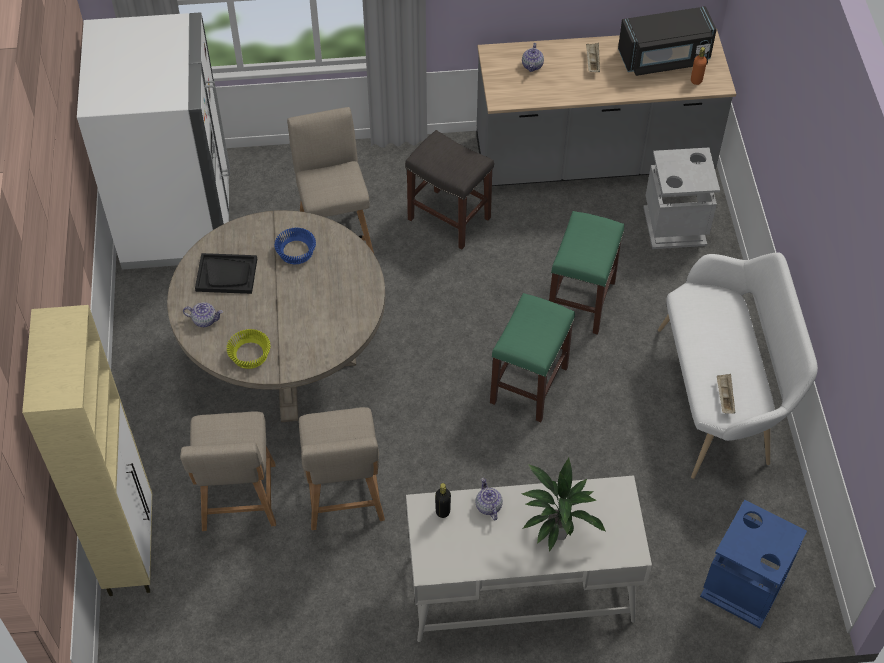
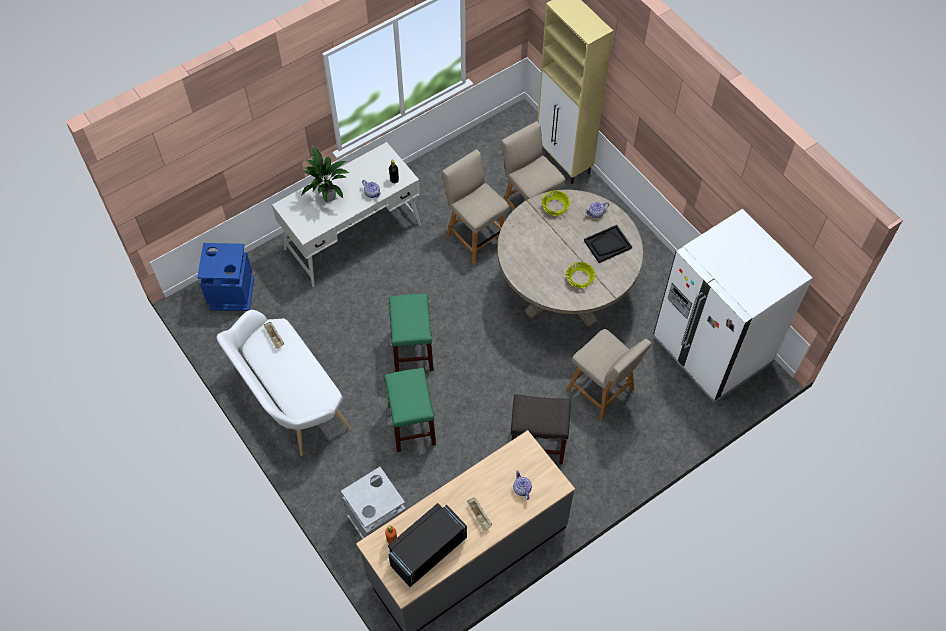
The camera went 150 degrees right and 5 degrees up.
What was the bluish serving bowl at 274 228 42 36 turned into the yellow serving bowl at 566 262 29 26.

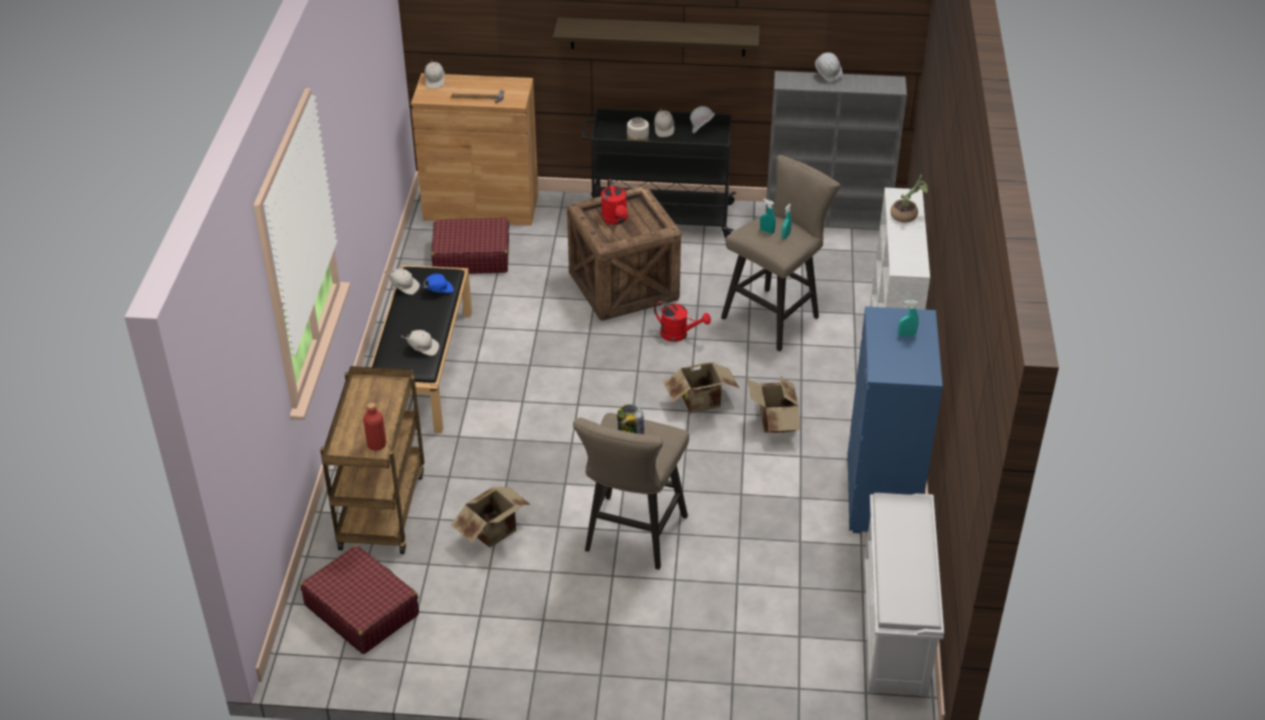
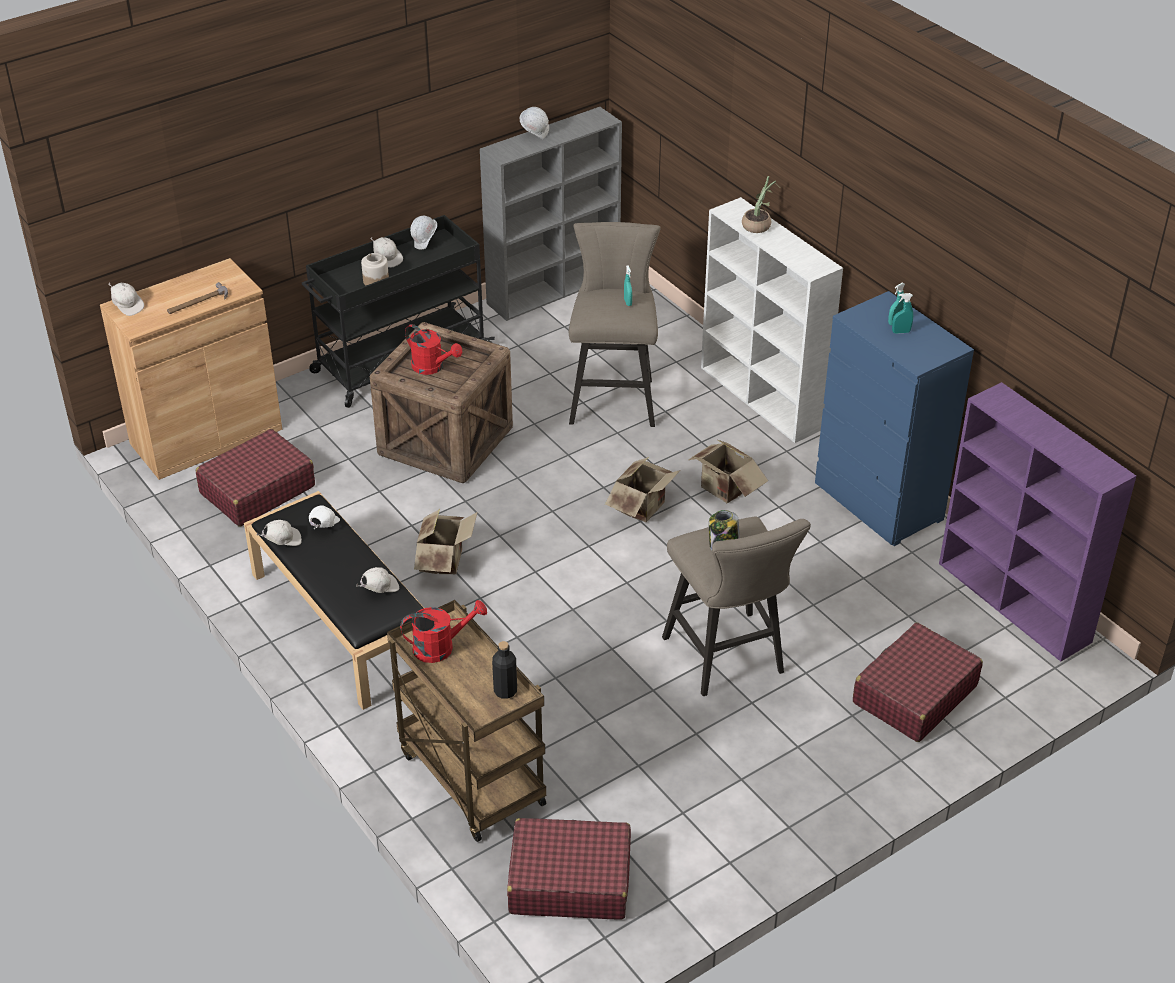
The camera went 40 degrees left and 0 degrees up.
What was the bluish peaked cap at 421 274 33 19 turned into the white peaked cap at 309 506 31 23.
The red sprinkling can ended up elsewhere, having gone from 654 301 57 41 to 400 600 87 63.
The packing box ended up elsewhere, having gone from 451 486 80 62 to 414 509 64 66.
What was the red drink bottle at 363 403 23 48 turned into the black-coloured drink bottle at 492 641 25 58.
The second view gained the red piece of luggage at 853 623 130 119.
The turquoise-coloured hand sprayer ended up elsewhere, having gone from 760 199 16 35 to 892 293 21 41.
Where the white shoe shelf stood at 864 493 80 204, the purple bookshelf came to stand at 939 382 197 280.
The second view lost the bracket shelf at 553 17 207 39.

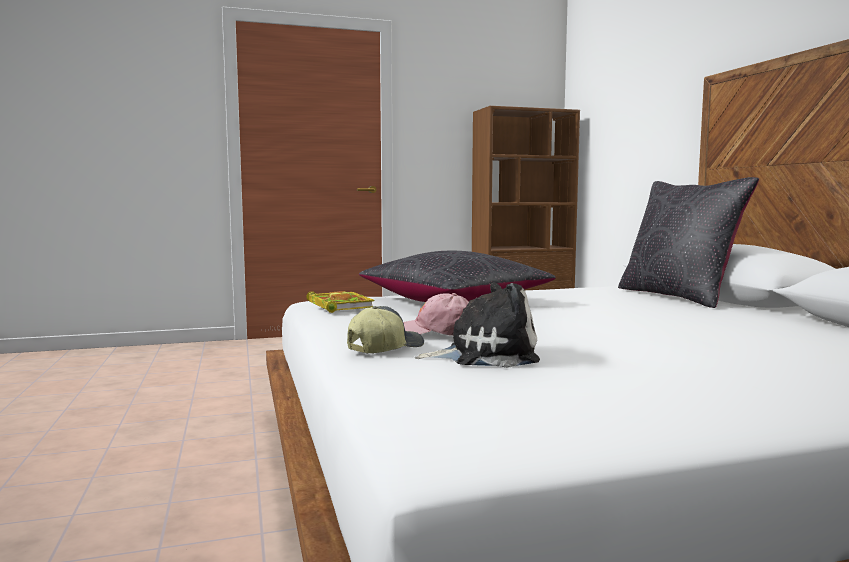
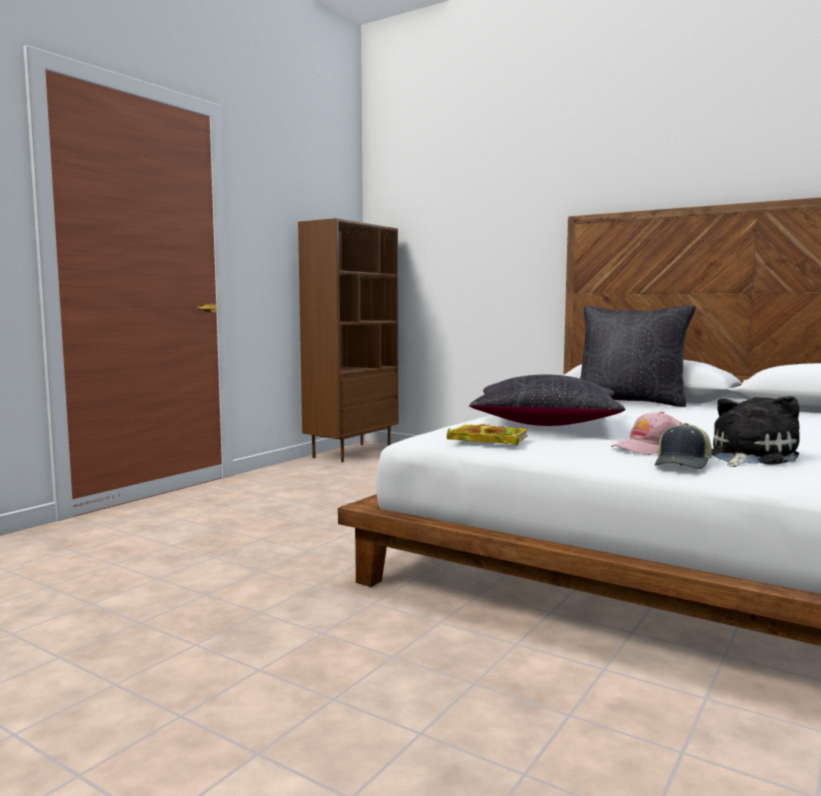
The camera went 40 degrees left and 0 degrees up.
The peaked cap at 347 306 77 47 ended up facing another way, 150 degrees counterclockwise from before.

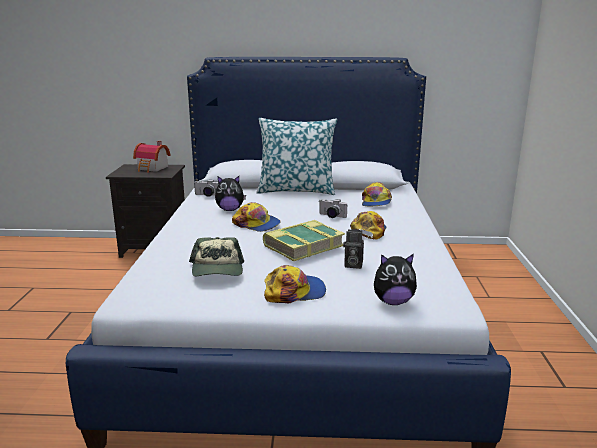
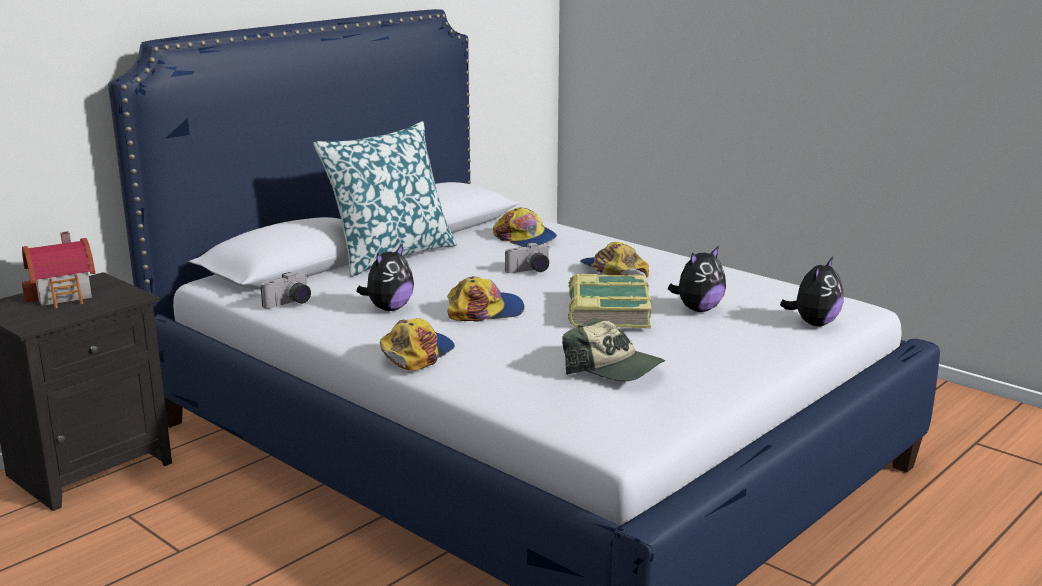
The camera went 50 degrees left and 0 degrees up.
The peaked cap ended up elsewhere, having gone from 264 265 62 38 to 380 318 75 53.
Where the still camera stood at 343 229 21 40, the cuddly toy came to stand at 668 246 58 66.

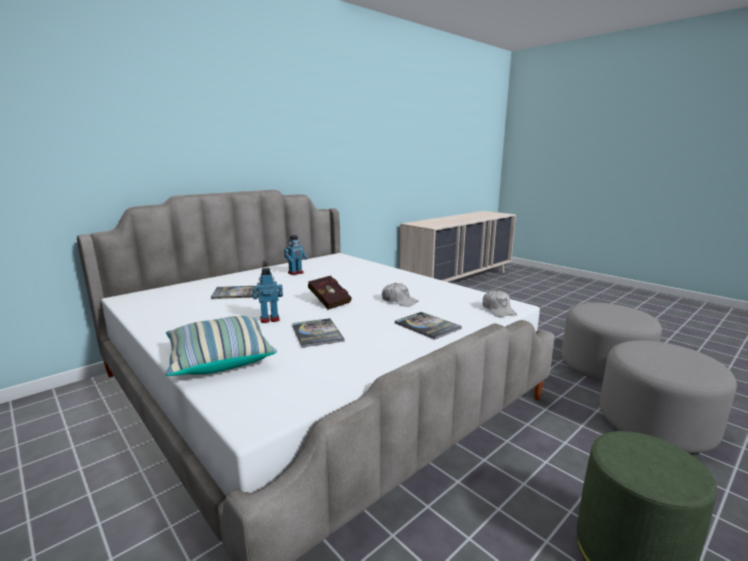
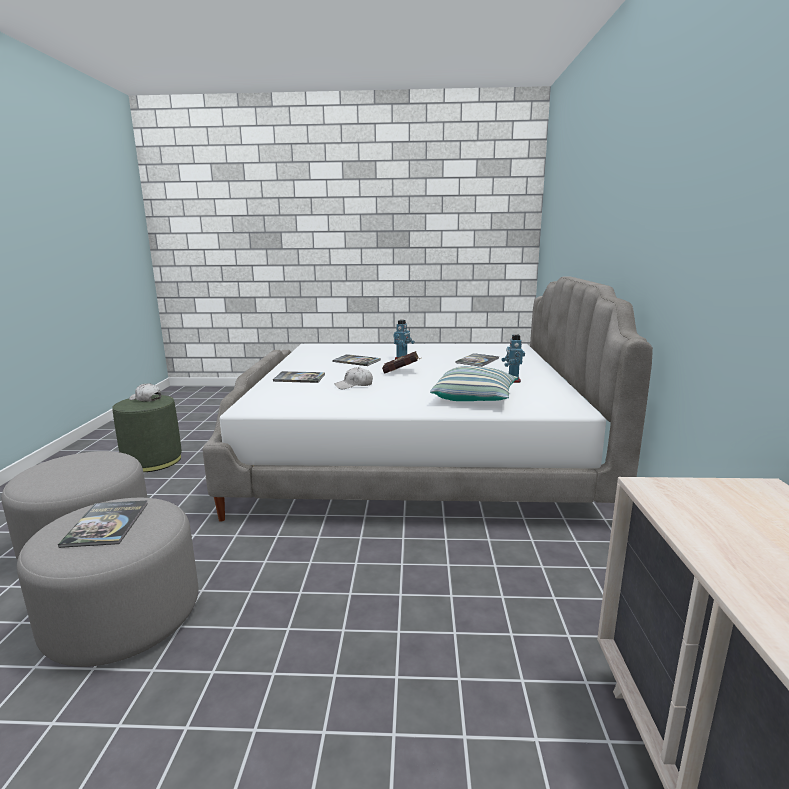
The camera went 135 degrees right and 0 degrees up.
The second view gained the book at 58 500 90 48.
The white peaked cap ended up elsewhere, having gone from 483 290 34 27 to 129 383 32 19.
The cushion ended up elsewhere, having gone from 165 316 112 60 to 430 366 88 35.

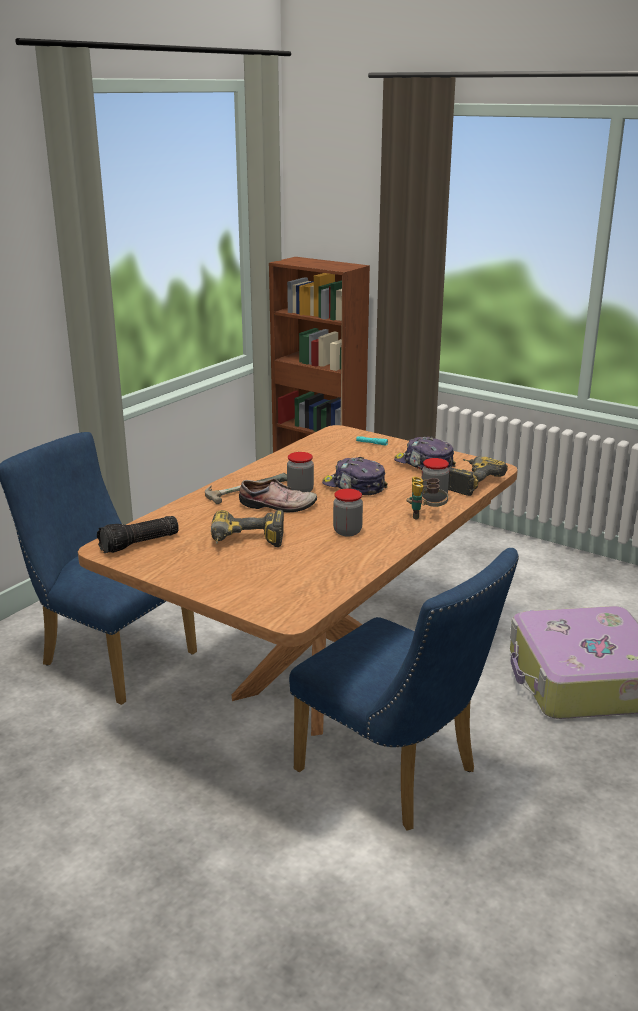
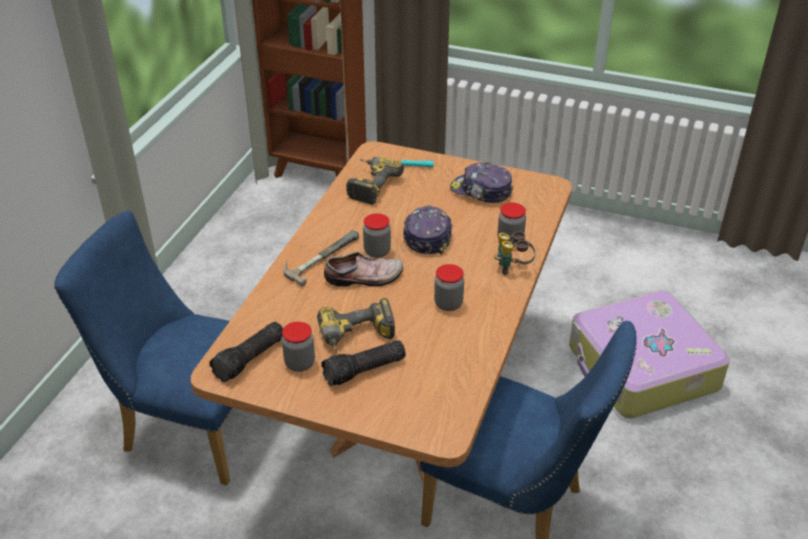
The camera went 15 degrees left and 15 degrees up.
The second view gained the storage jar at 282 322 33 50.
The second view gained the flashlight at 321 340 85 46.
The drill ended up elsewhere, having gone from 448 456 60 40 to 346 157 58 48.
The peaked cap at 322 457 66 38 ended up facing another way, 75 degrees clockwise from before.

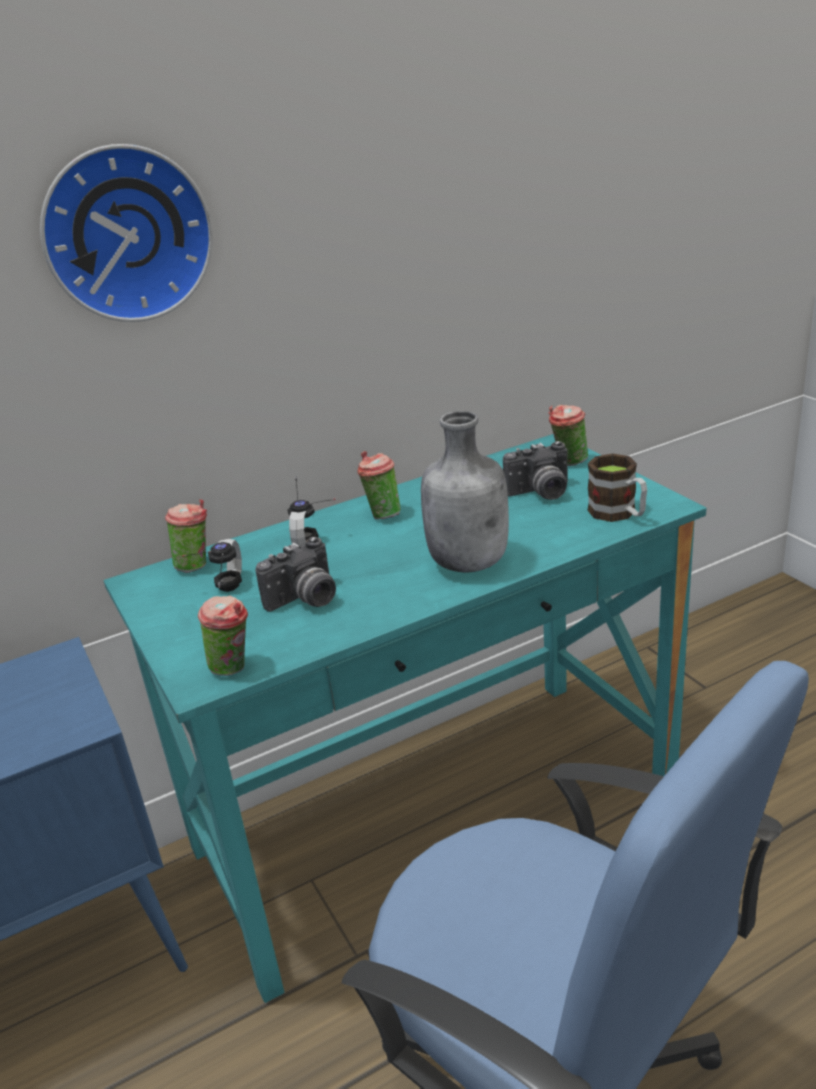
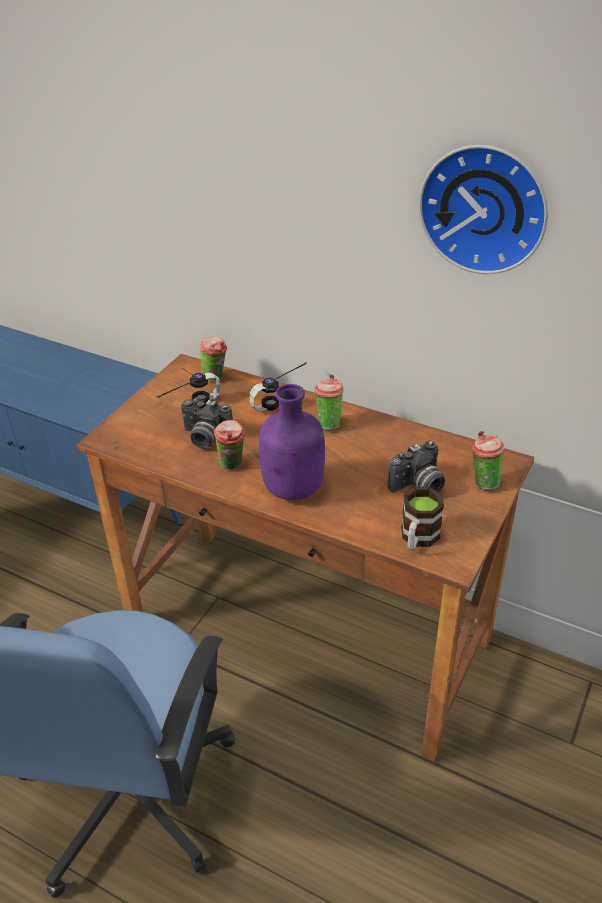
The camera went 55 degrees right and 10 degrees up.
What was the turquoise-coloured desk table at 104 434 602 569 turned into the brown-coloured desk table at 76 354 458 408.
The drinking cup ended up elsewhere, having gone from 198 596 50 80 to 214 420 31 50.
What was the grey drink bottle at 421 411 88 161 turned into the purple drink bottle at 259 384 66 116.
The still camera at 503 441 65 59 ended up facing another way, 75 degrees counterclockwise from before.
The hanging clock ended up elsewhere, having gone from 40 144 173 178 to 419 145 129 129.

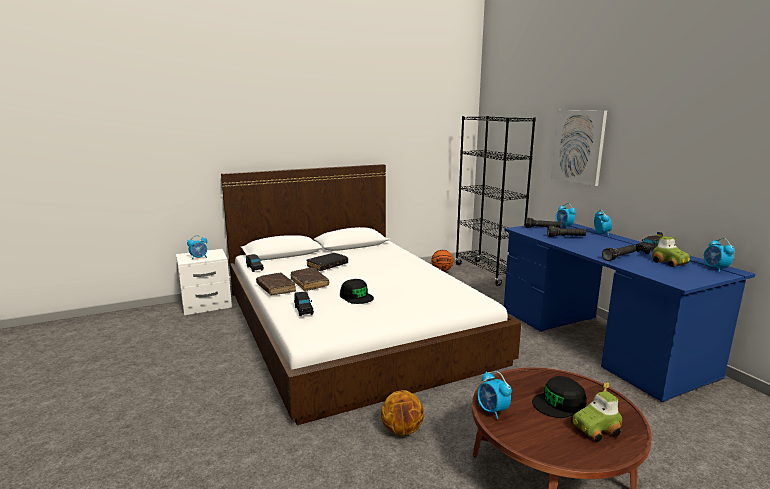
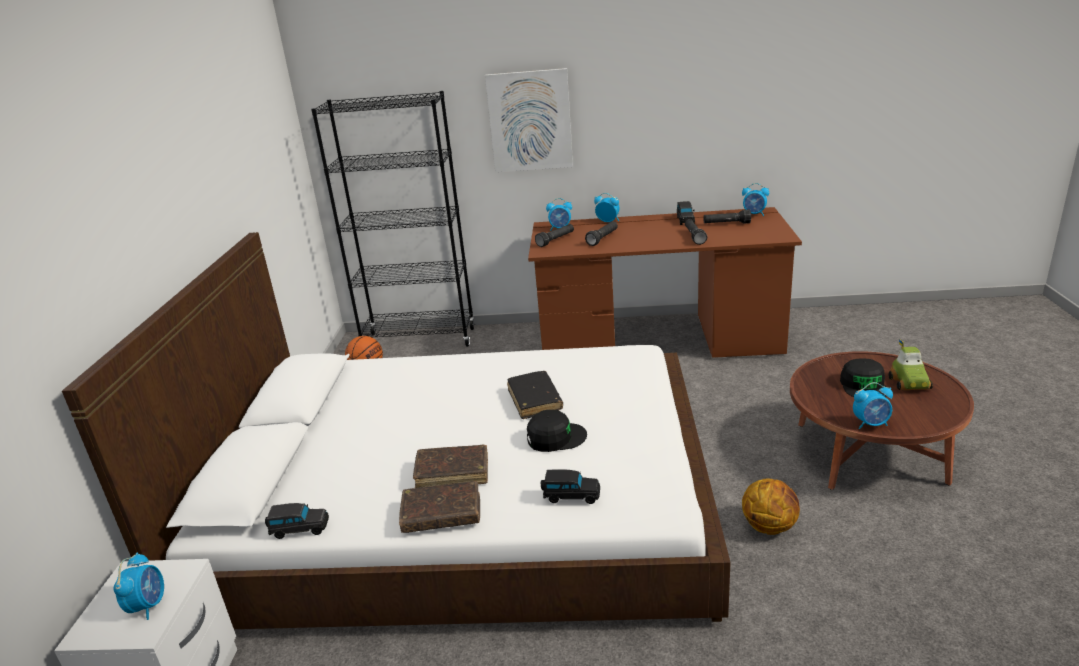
The camera went 60 degrees left and 10 degrees up.
The black-coloured book ended up elsewhere, having gone from 306 253 42 18 to 507 371 56 48.
What was the bluish desk table at 504 223 252 179 turned into the brown-coloured desk table at 528 207 274 151.
Where the model car stood at 652 232 38 35, the black-coloured flashlight came to stand at 703 209 48 15.

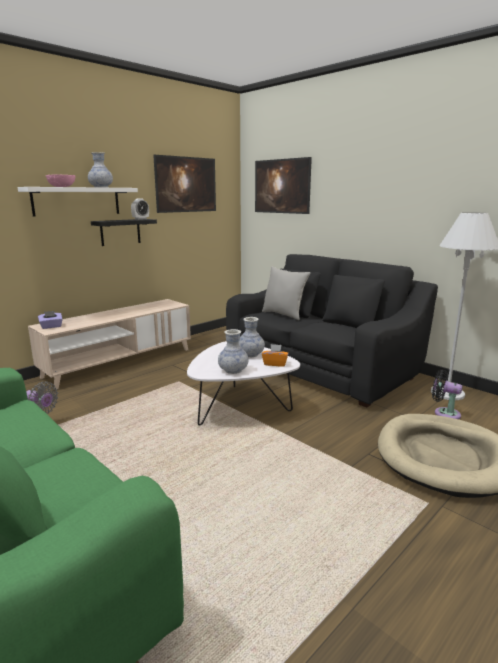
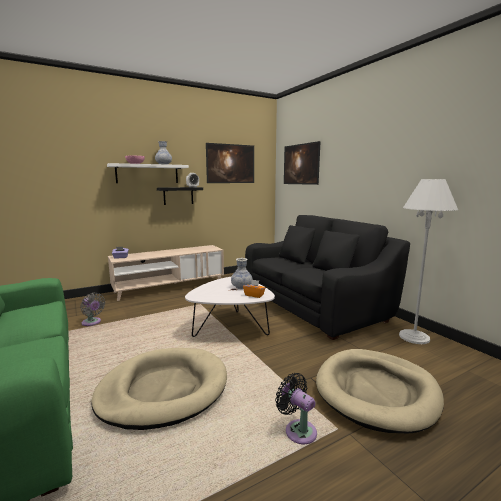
The camera went 15 degrees right and 5 degrees down.
The second view gained the sand-coloured pet bed at 91 348 136 82.
The black-coloured fan ended up elsewhere, having gone from 432 370 31 49 to 275 373 42 71.
The second view lost the flower vase at 218 329 31 45.
The second view lost the grey cushion at 262 266 48 54.

